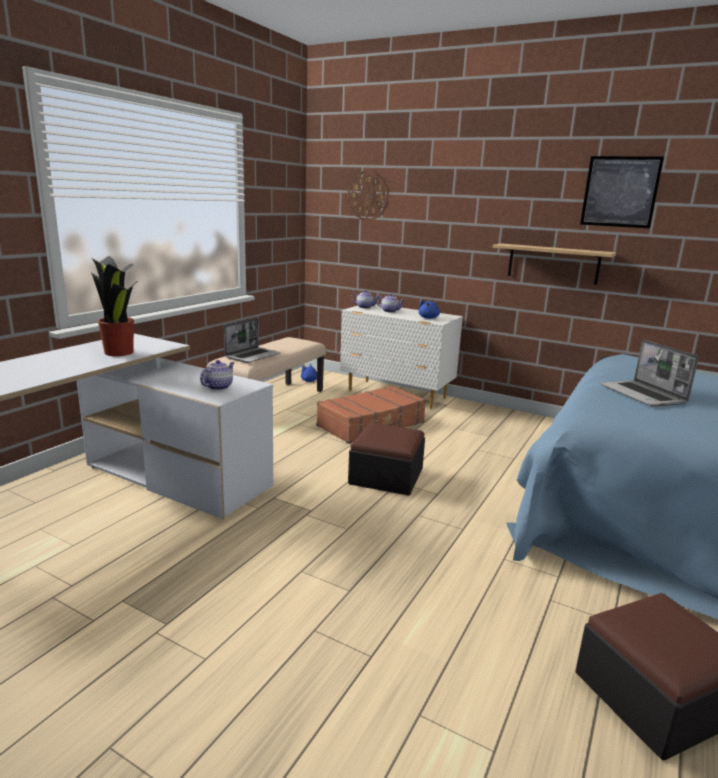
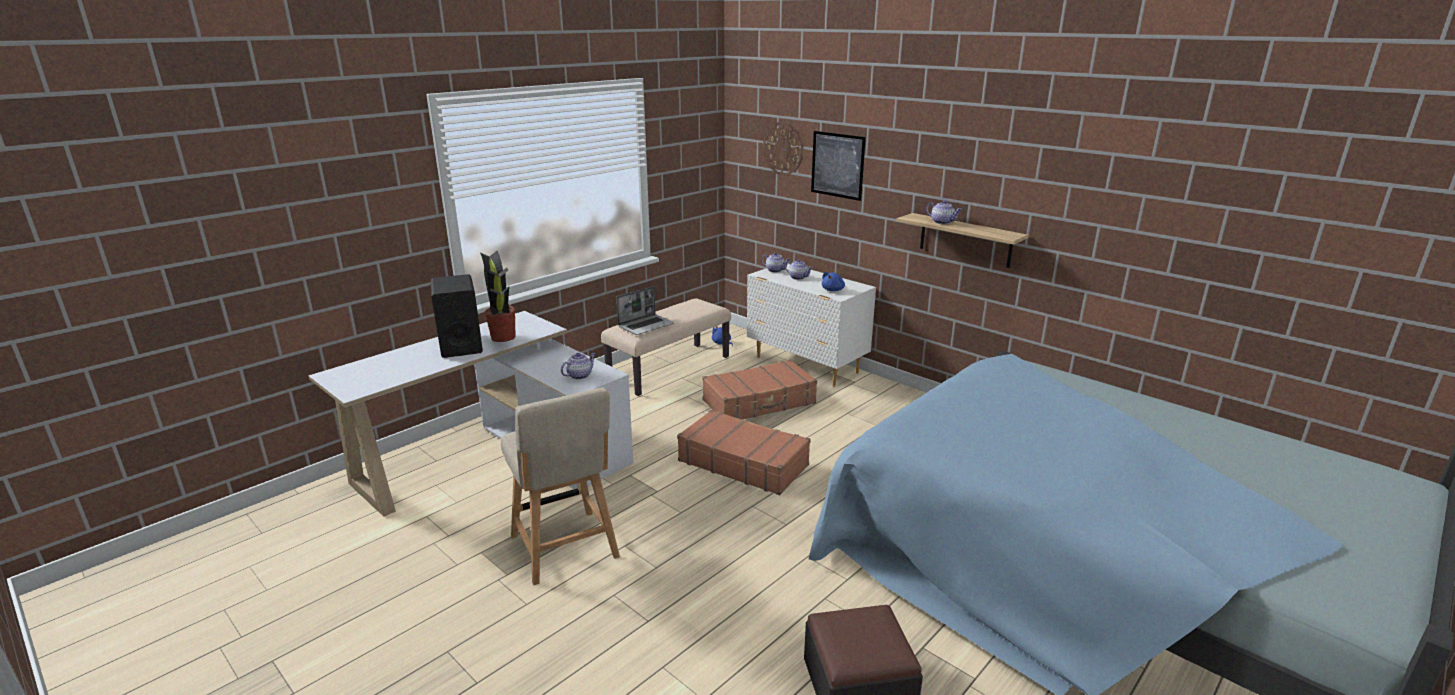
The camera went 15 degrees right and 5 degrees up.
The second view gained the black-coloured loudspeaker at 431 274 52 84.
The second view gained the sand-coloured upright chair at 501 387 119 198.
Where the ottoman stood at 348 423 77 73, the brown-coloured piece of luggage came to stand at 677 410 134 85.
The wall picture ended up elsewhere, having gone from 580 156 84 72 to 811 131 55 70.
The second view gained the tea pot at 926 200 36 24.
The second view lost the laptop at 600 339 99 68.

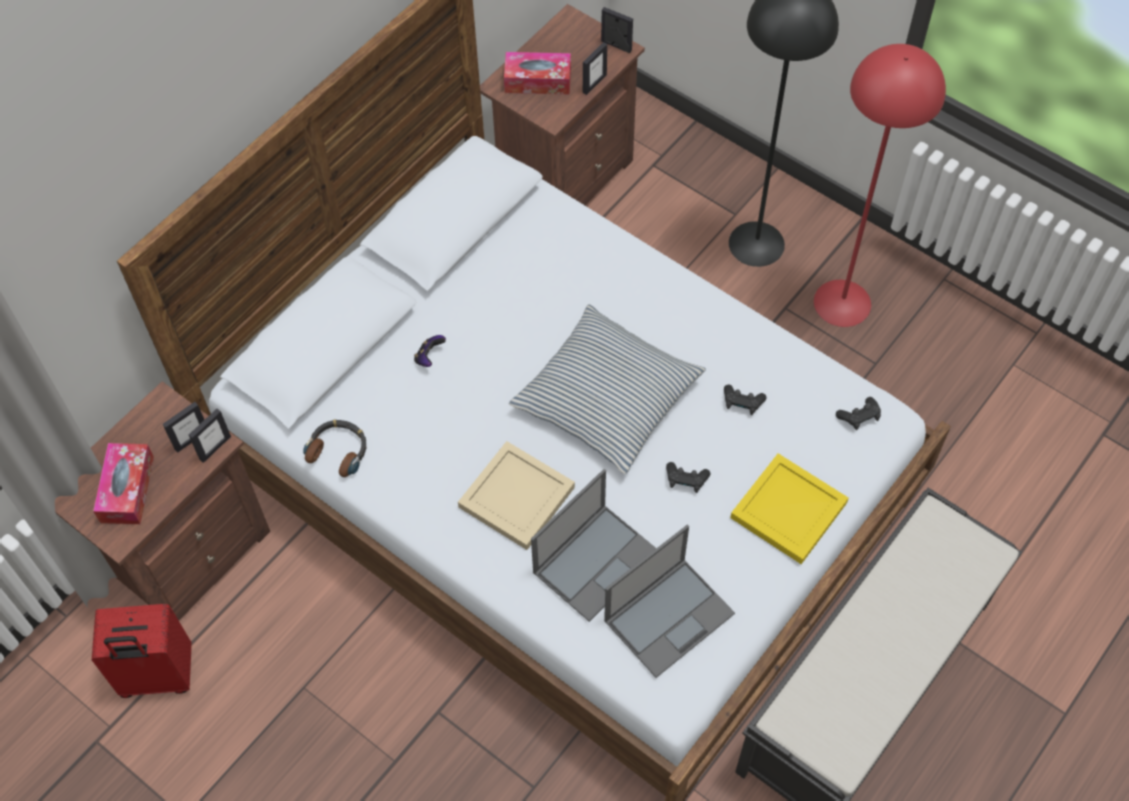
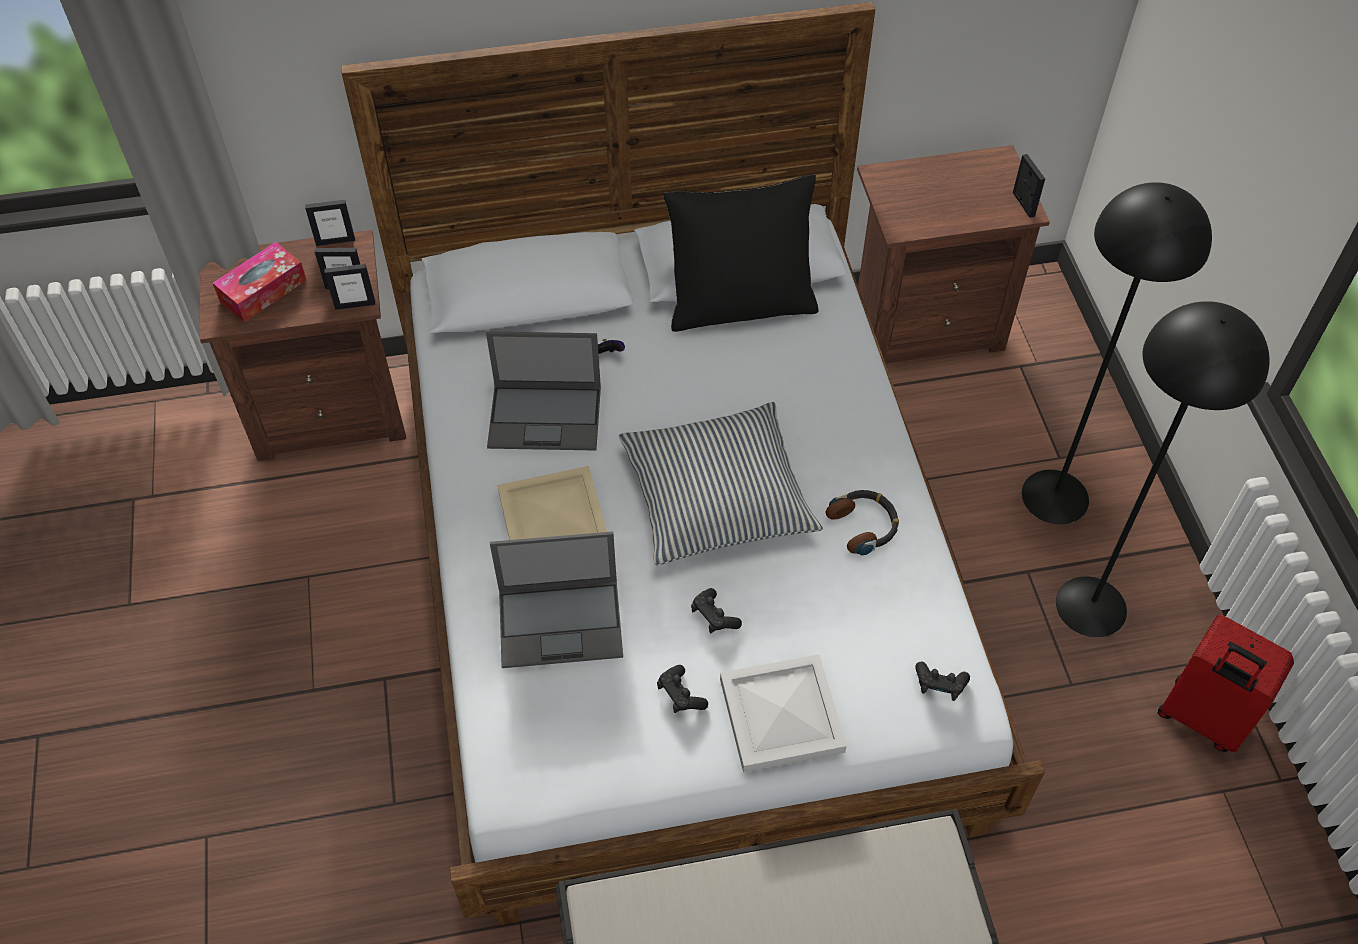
The camera went 40 degrees right and 5 degrees down.
The standing frame ended up elsewhere, having gone from 583 42 24 53 to 305 200 50 46.
The laptop ended up elsewhere, having gone from 604 525 131 153 to 486 331 115 120.
The black-coloured joypad ended up elsewhere, having gone from 724 385 43 30 to 657 665 51 48.
The second view gained the black-coloured cushion at 663 174 156 158.
What was the yellow tray at 730 453 119 111 turned into the white tray at 720 654 127 119.
The pair of headphones ended up elsewhere, having gone from 303 419 63 58 to 826 490 73 65.
What was the red standard lamp at 814 44 132 283 turned into the black-coloured standard lamp at 1056 301 213 336.
The red piece of luggage ended up elsewhere, having gone from 92 604 100 94 to 1158 615 136 137.
The second view lost the tissue holder at 504 52 67 42.

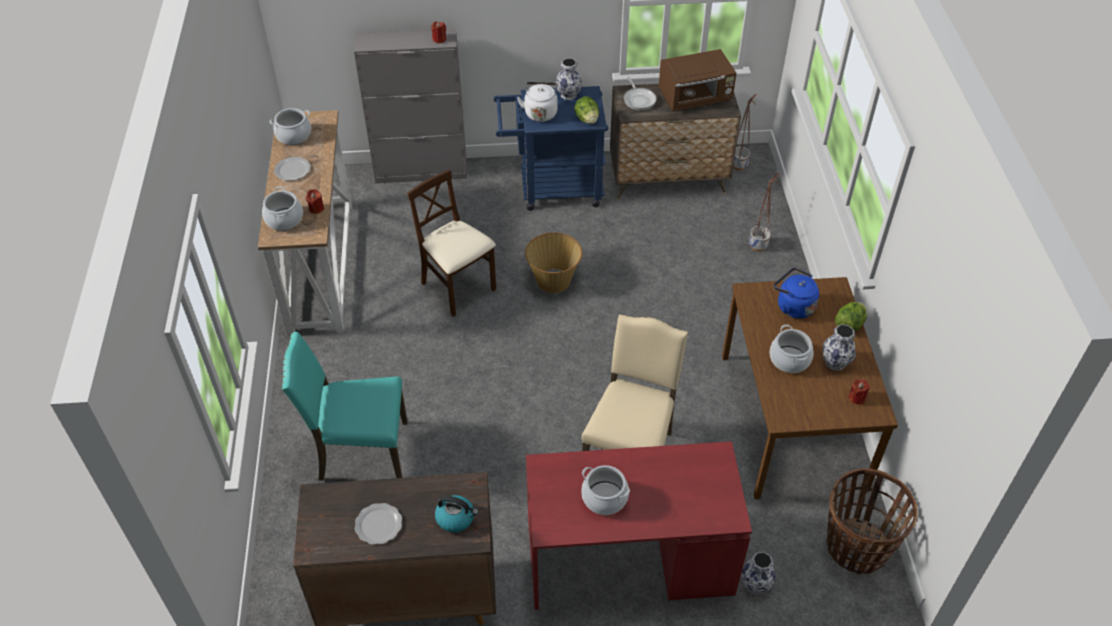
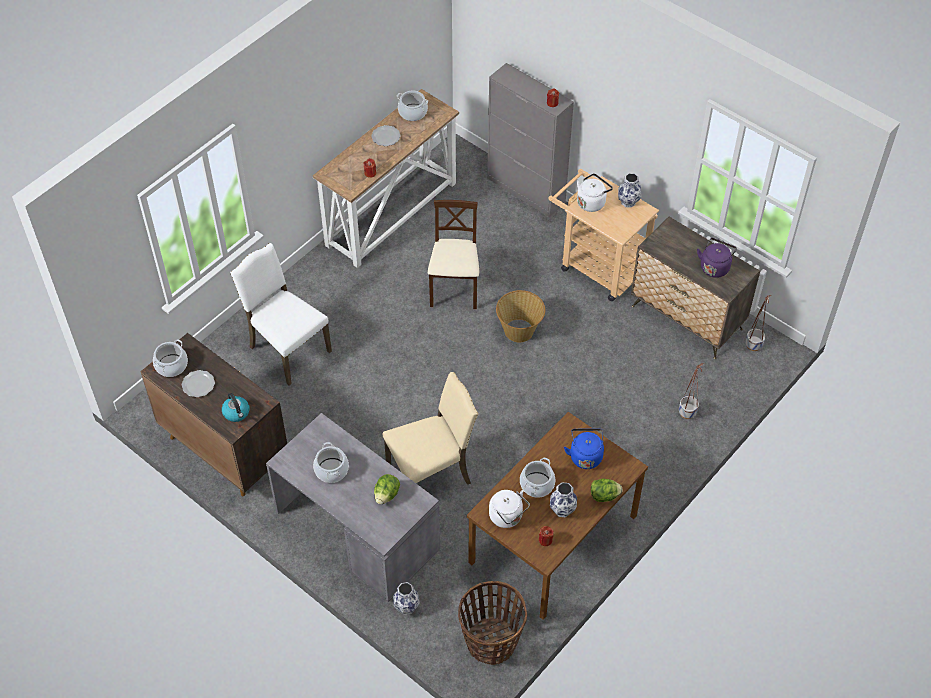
The camera went 45 degrees right and 5 degrees up.
The saucepot ended up elsewhere, having gone from 262 187 41 44 to 153 339 35 38.
What was the turquoise-coloured upright chair at 281 332 127 149 turned into the white upright chair at 230 243 102 143.
What was the red desk table at 526 441 226 169 turned into the grey desk table at 266 413 174 189.
The head of lettuce ended up elsewhere, having gone from 574 96 25 28 to 374 474 26 30.
The second view gained the white kettle at 489 490 41 38.
What was the bluish wheeled cart at 494 86 114 125 turned into the sand-coloured wheeled cart at 548 169 111 132.
Where the brown-coloured microwave stood at 659 49 77 62, the purple kettle came to stand at 697 238 40 40.
The second view lost the pan at 624 77 33 33.

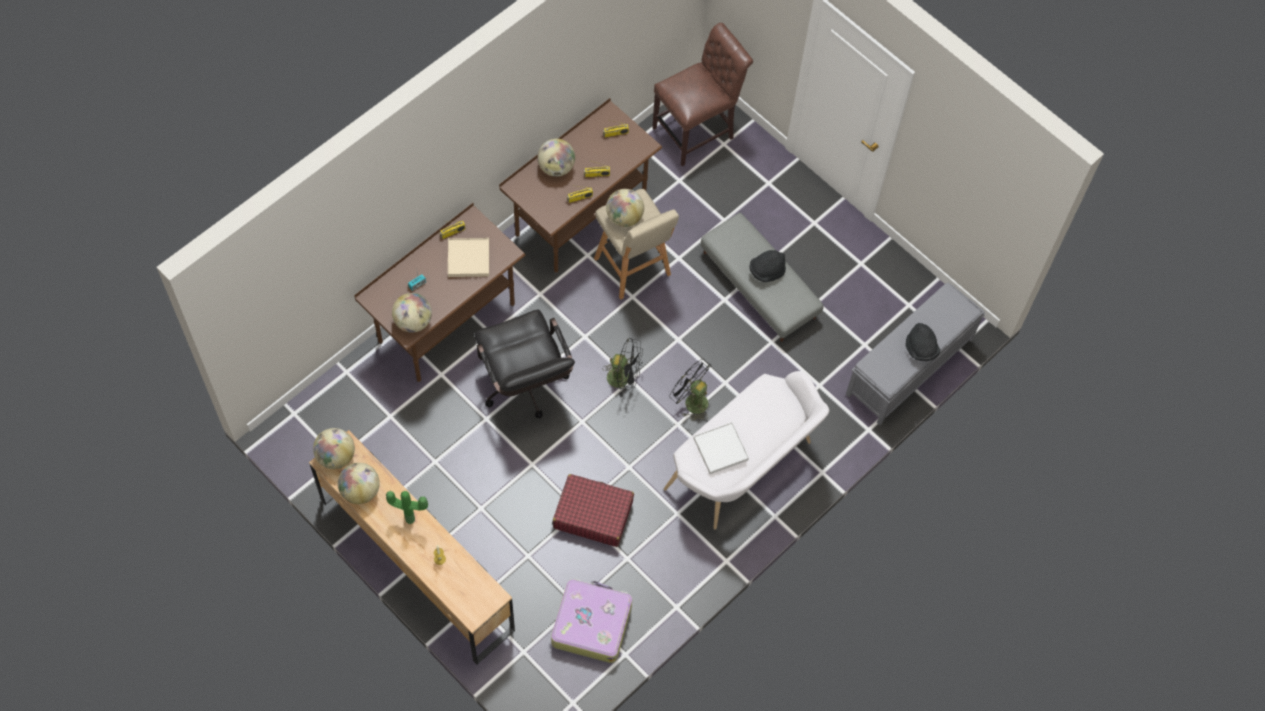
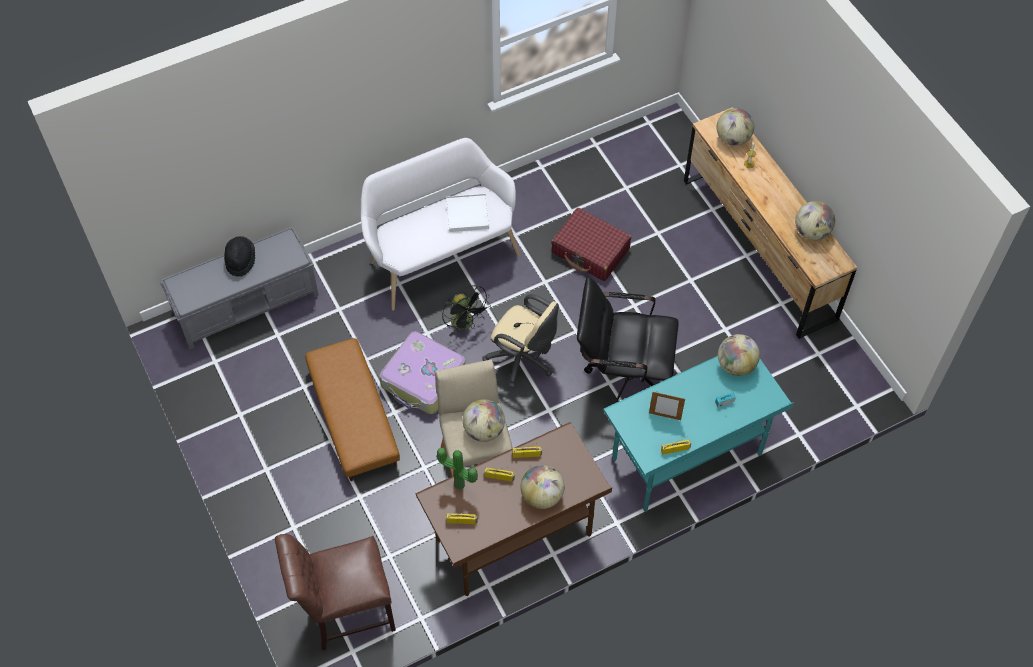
The camera went 160 degrees left and 5 degrees down.
What was the grey ottoman at 701 213 123 129 turned into the brown-coloured ottoman at 305 338 95 143.
The piece of luggage ended up elsewhere, having gone from 551 579 81 84 to 380 331 85 83.
The houseplant ended up elsewhere, having gone from 386 491 42 33 to 437 448 41 42.
Where the black-coloured fan stood at 602 338 41 59, the sand-coloured desk chair came to stand at 482 294 77 94.
The black-coloured desk chair at 474 310 101 108 ended up facing another way, 75 degrees counterclockwise from before.
What was the brown-coloured desk table at 354 203 172 179 turned into the turquoise-coloured desk table at 603 356 191 156.
Where the sand-coloured tray stood at 448 238 41 39, the standing frame came to stand at 649 392 36 28.
The desk globe ended up elsewhere, having gone from 313 428 42 41 to 717 108 37 38.
The second view lost the black-coloured hat at 749 250 37 32.

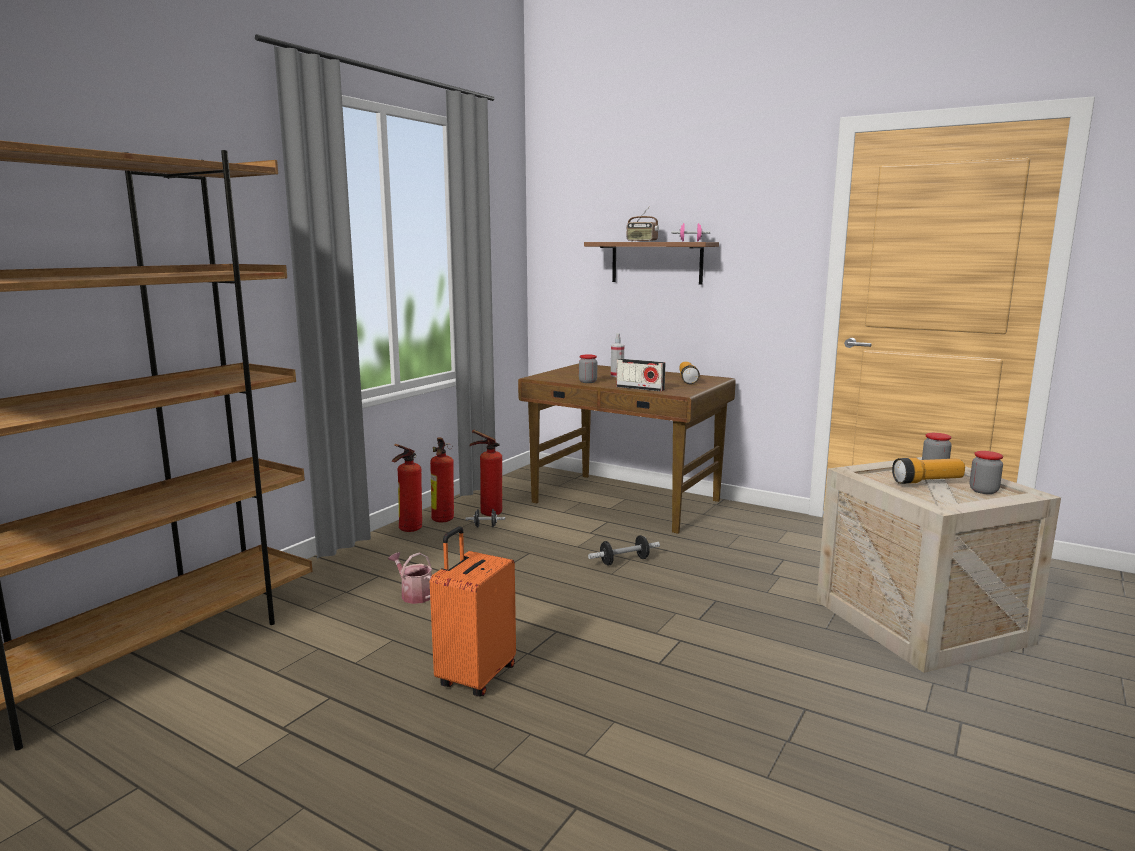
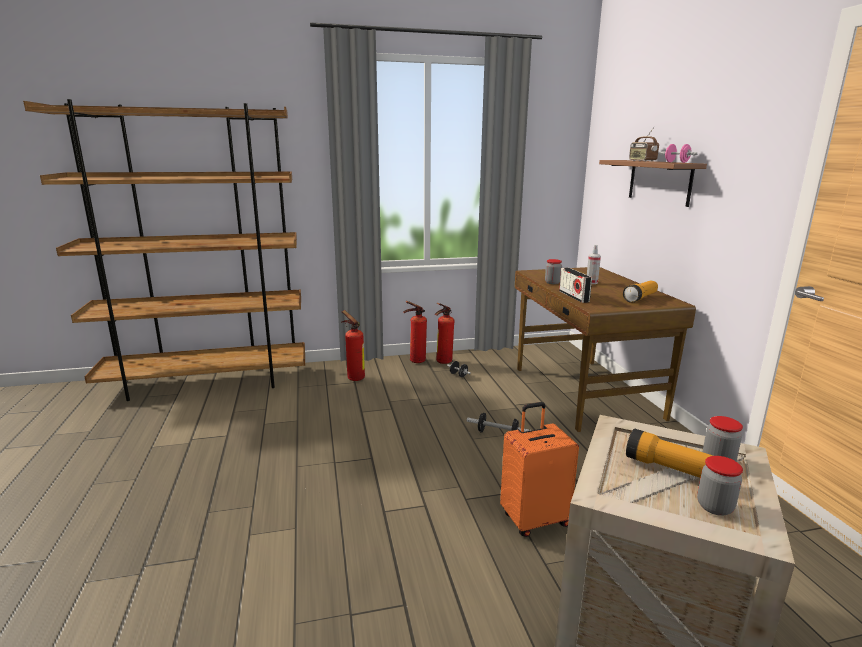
The camera went 45 degrees right and 5 degrees up.
The fire extinguisher ended up elsewhere, having gone from 470 430 32 86 to 341 310 24 71.
The orange-coloured piece of luggage ended up elsewhere, having gone from 430 526 86 170 to 500 402 79 135.
The second view lost the sprinkling can at 388 552 44 52.

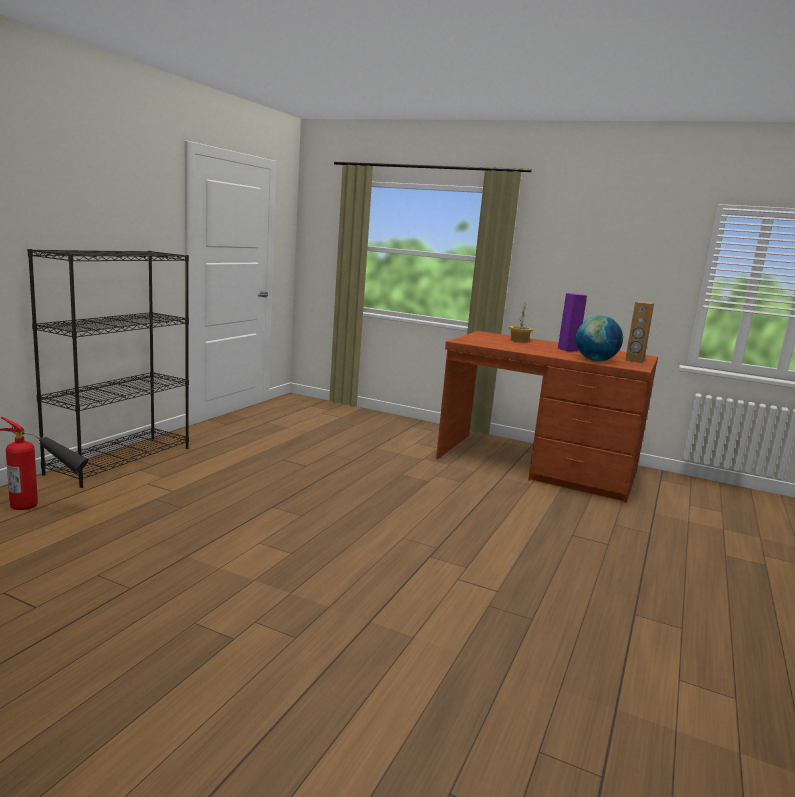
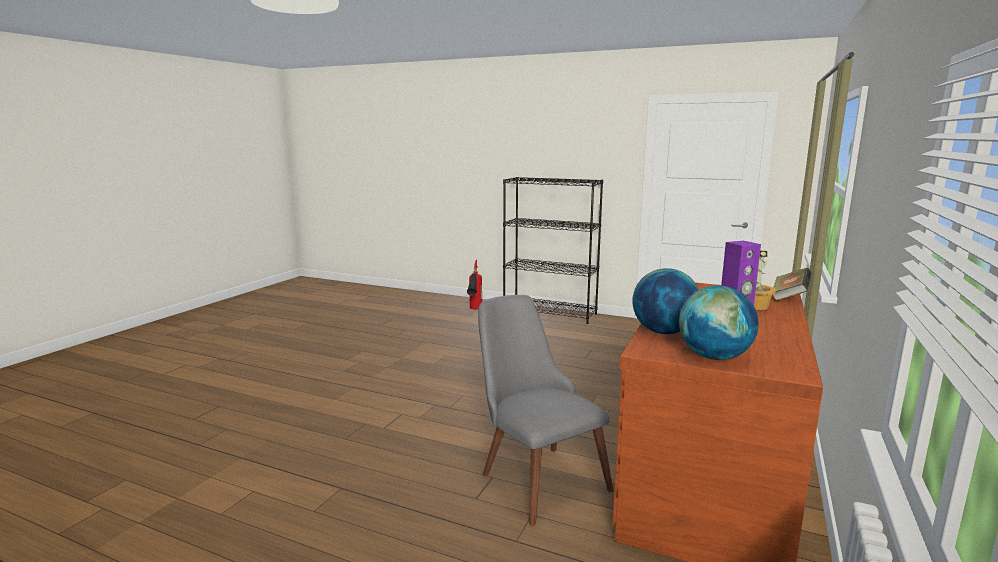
The camera went 90 degrees right and 0 degrees up.
The second view gained the grey upright chair at 478 295 136 231.
Where the brown-coloured loudspeaker stood at 625 301 29 62, the desk globe came to stand at 679 285 80 75.
The second view gained the book at 773 268 38 33.

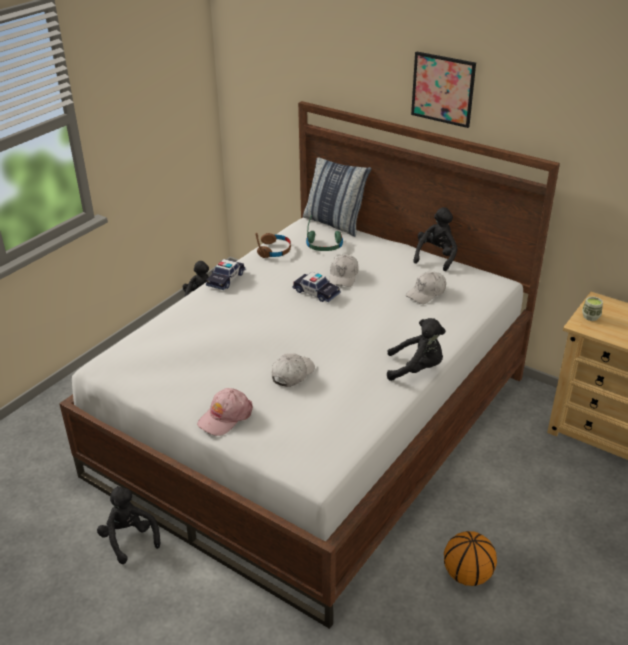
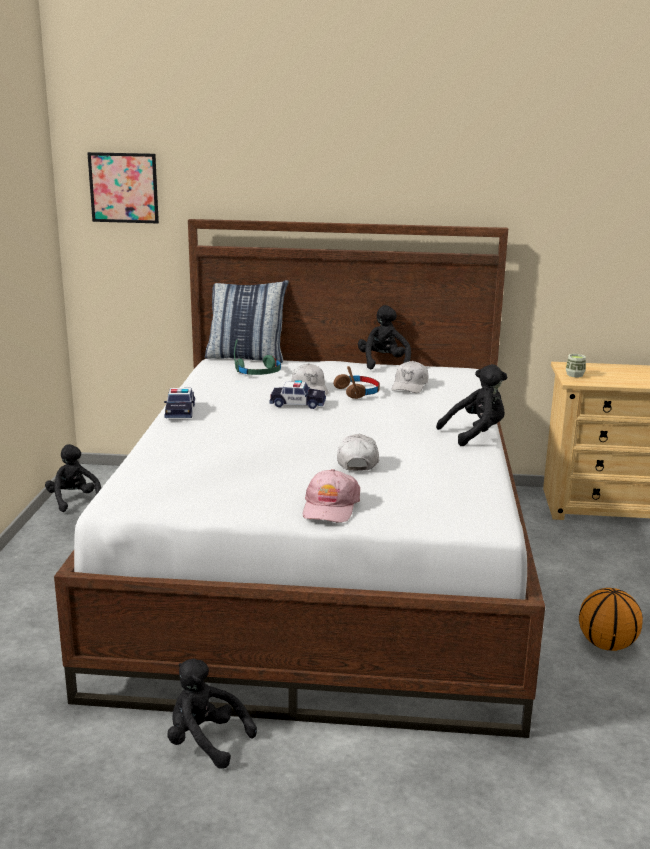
The camera went 30 degrees left and 15 degrees down.
The wall picture ended up elsewhere, having gone from 411 51 65 77 to 88 152 71 71.
The brown-coloured pair of headphones ended up elsewhere, having gone from 256 233 35 25 to 333 366 47 33.

